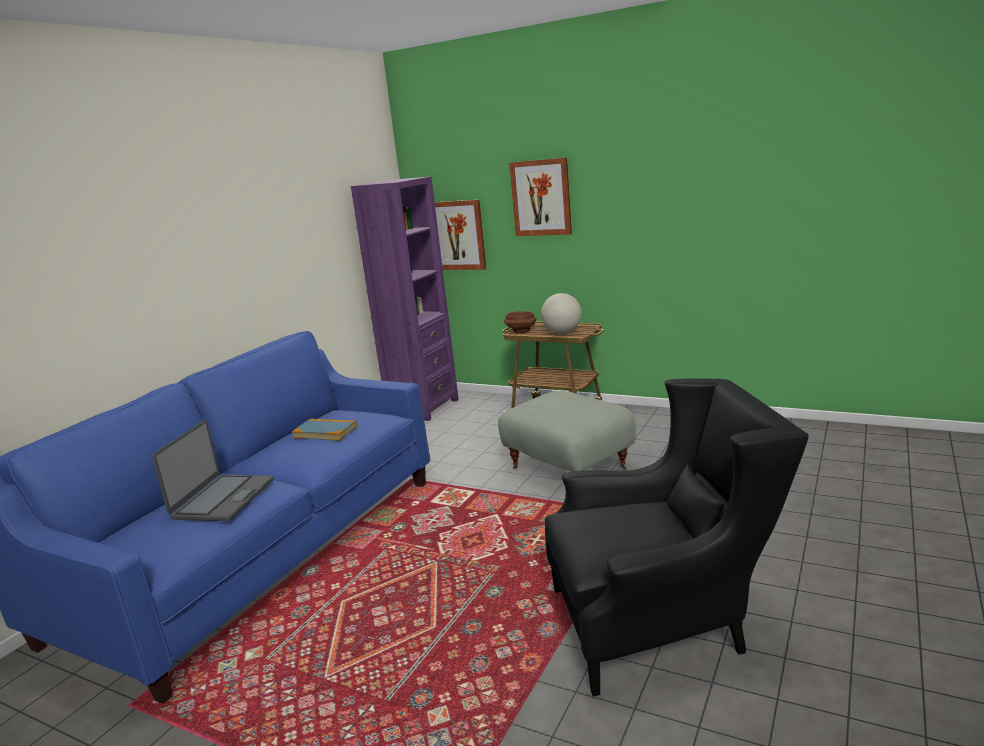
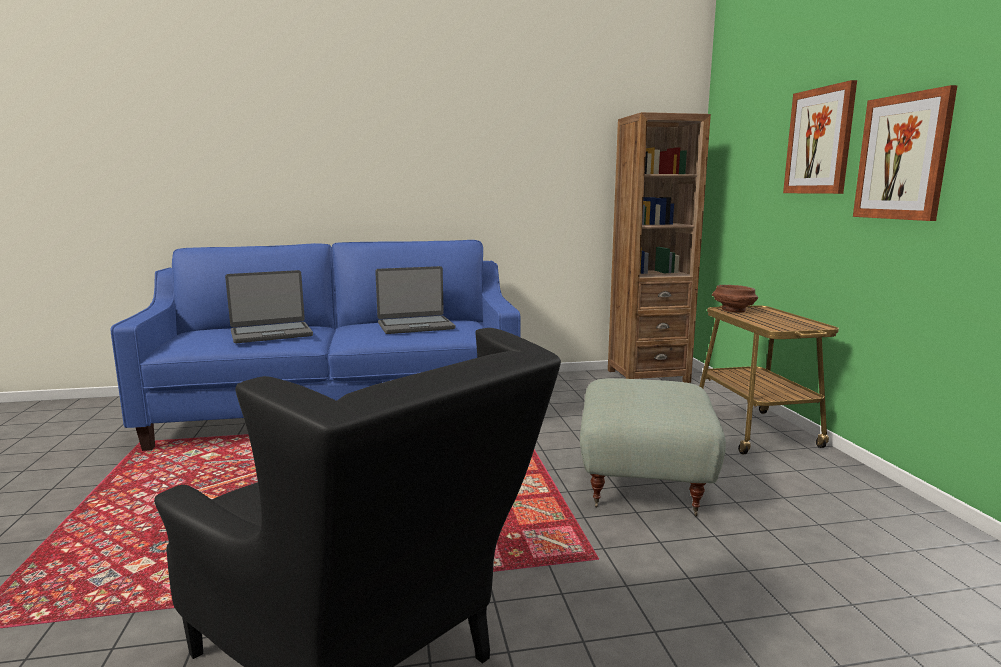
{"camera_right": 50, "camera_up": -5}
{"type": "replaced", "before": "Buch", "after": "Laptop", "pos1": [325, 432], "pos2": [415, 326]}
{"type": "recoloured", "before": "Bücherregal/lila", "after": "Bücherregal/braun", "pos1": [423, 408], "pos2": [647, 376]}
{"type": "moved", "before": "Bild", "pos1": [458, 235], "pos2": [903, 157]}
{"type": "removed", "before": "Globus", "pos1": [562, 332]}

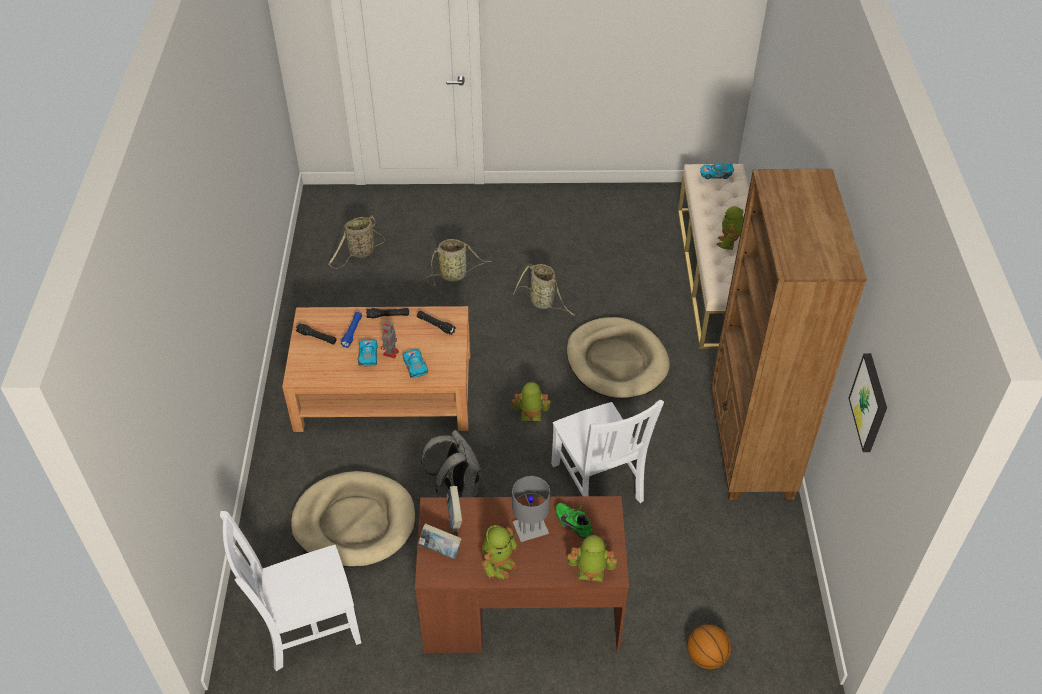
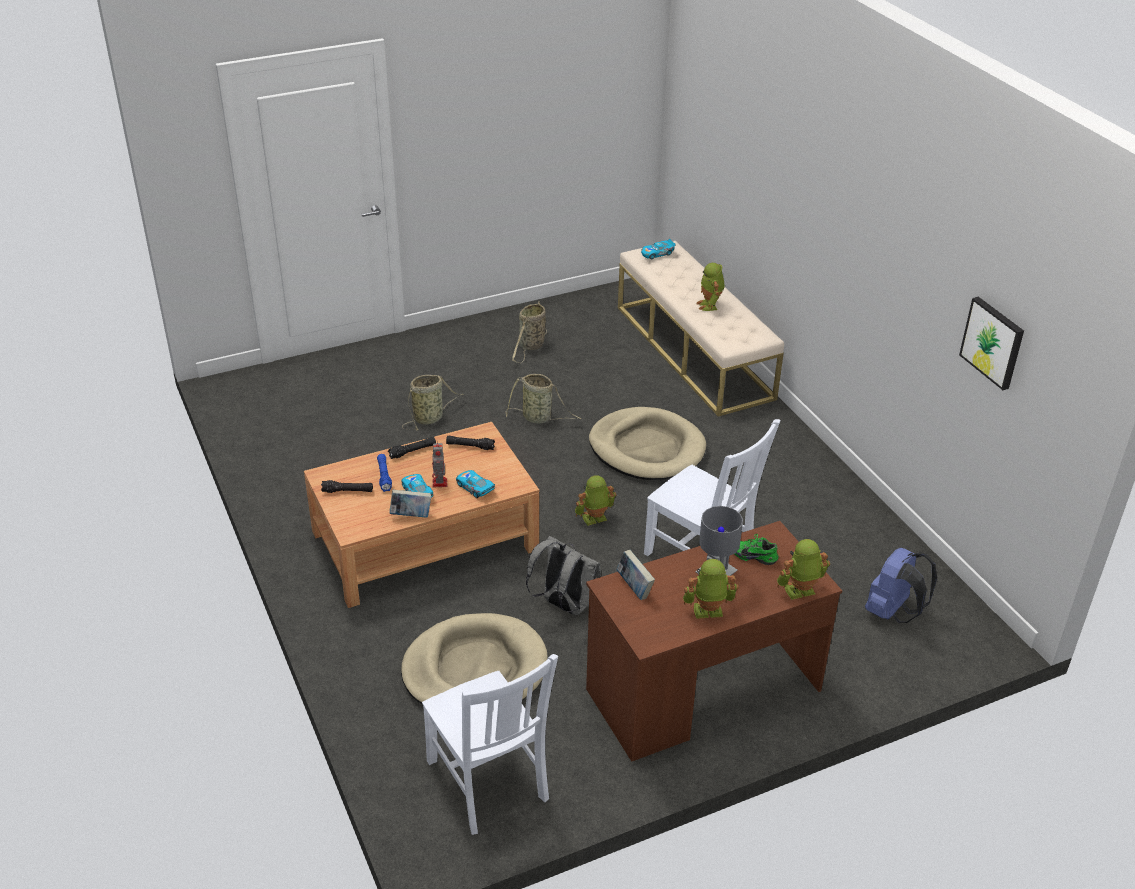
{"camera_right": -25, "camera_up": -10}
{"type": "turned", "before": "Stuhl/weiß", "pos1": [306, 627], "pos2": [489, 783], "turn": -75}
{"type": "moved", "before": "Korb", "pos1": [360, 253], "pos2": [531, 346]}
{"type": "moved", "before": "Buch", "pos1": [440, 550], "pos2": [411, 515]}
{"type": "turned", "before": "Spielzeugroboter", "pos1": [499, 564], "pos2": [708, 612], "turn": -105}
{"type": "removed", "before": "Basketball", "pos1": [706, 657]}
{"type": "removed", "before": "Bücherregal/braun", "pos1": [750, 447]}
{"type": "added", "after": "Rucksack/blau", "pos2": [893, 612]}

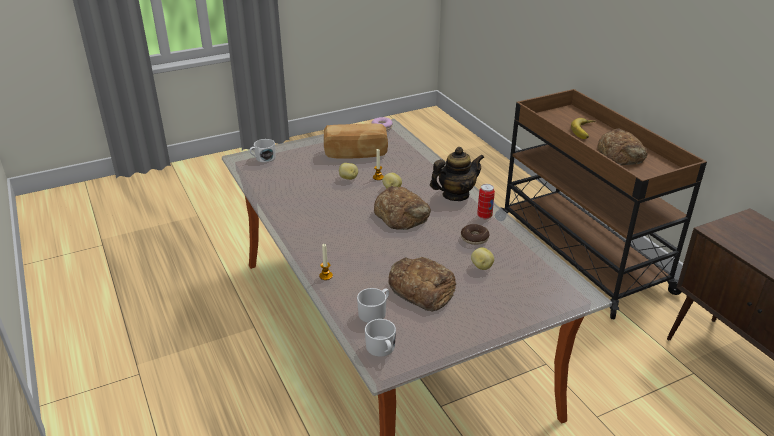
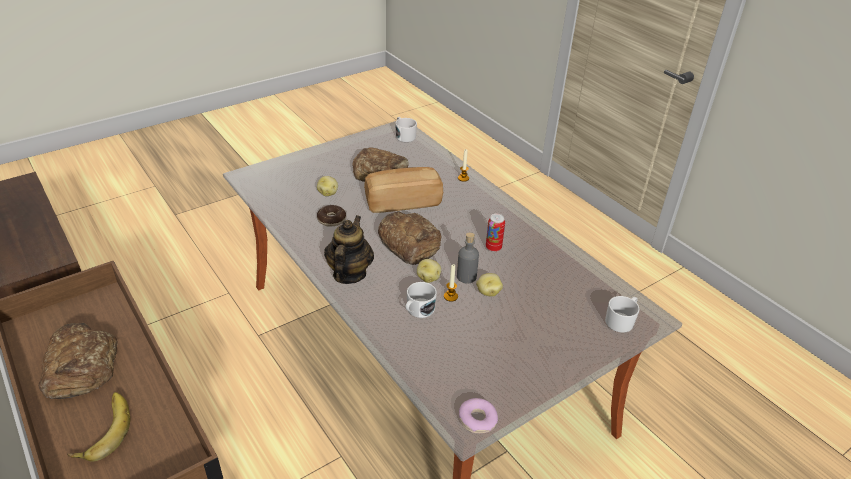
{"camera_right": 170, "camera_up": 5}
{"type": "moved", "before": "Brot", "pos1": [356, 154], "pos2": [403, 201]}
{"type": "moved", "before": "Henkelbecher/weiß", "pos1": [374, 312], "pos2": [418, 310]}
{"type": "turned", "before": "Teekanne", "pos1": [455, 195], "pos2": [349, 274], "turn": 135}
{"type": "moved", "before": "Dose", "pos1": [484, 216], "pos2": [493, 248]}
{"type": "added", "after": "Flasche/grau", "pos2": [466, 277]}

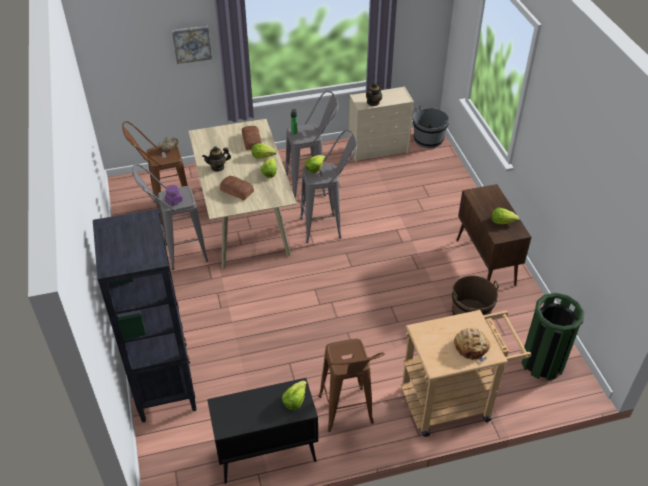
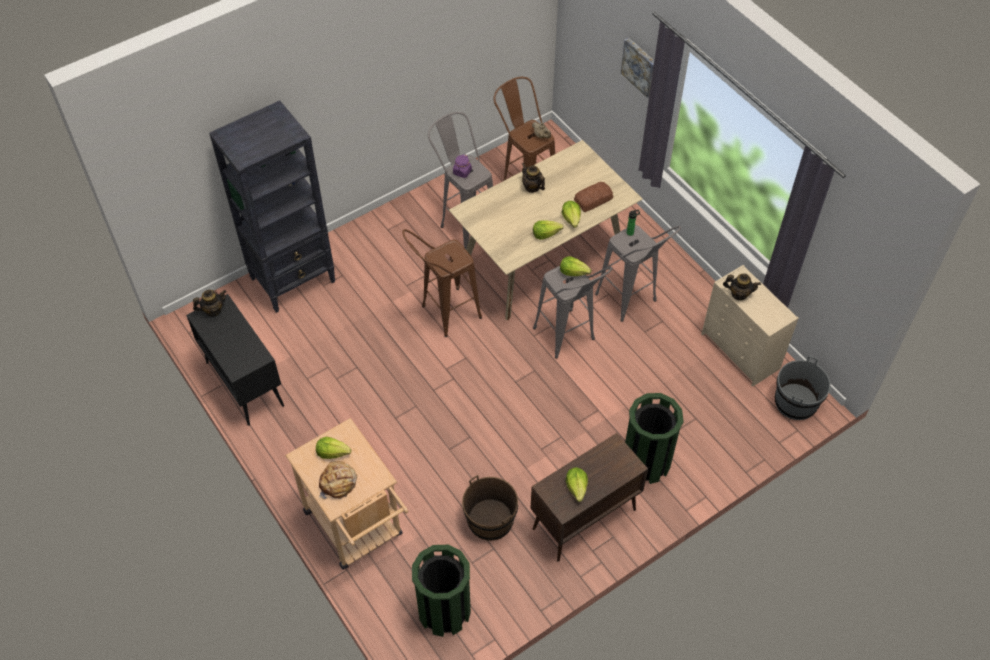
{"camera_right": 70, "camera_up": 10}
{"type": "removed", "before": "Brot", "pos1": [237, 190]}
{"type": "moved", "before": "Salatkopf", "pos1": [294, 400], "pos2": [333, 452]}
{"type": "moved", "before": "Hocker/braun", "pos1": [348, 417], "pos2": [443, 316]}
{"type": "added", "after": "Teekanne", "pos2": [213, 310]}
{"type": "added", "after": "Mülleimer/grün", "pos2": [646, 462]}

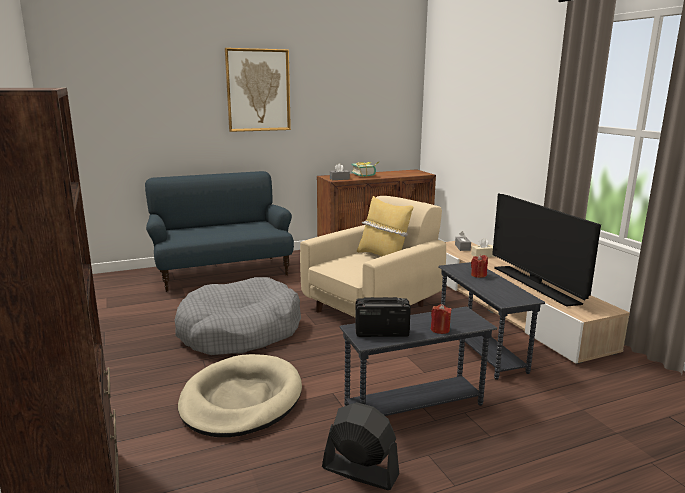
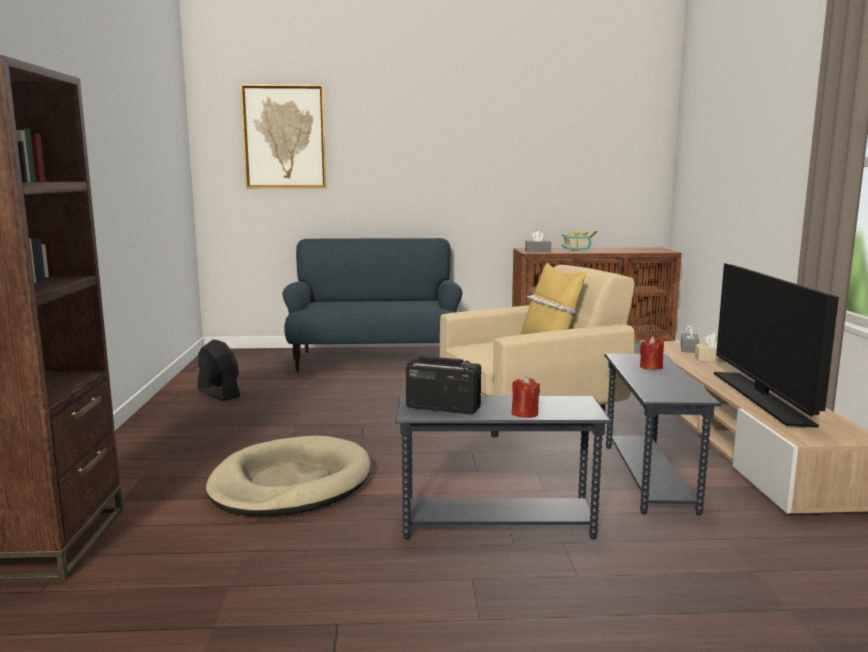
{"camera_right": 20, "camera_up": -5}
{"type": "removed", "before": "Hundebett/grau", "pos1": [239, 331]}
{"type": "moved", "before": "Bild", "pos1": [258, 90], "pos2": [284, 137]}
{"type": "moved", "before": "Ventilator/schwarz", "pos1": [360, 471], "pos2": [218, 393]}

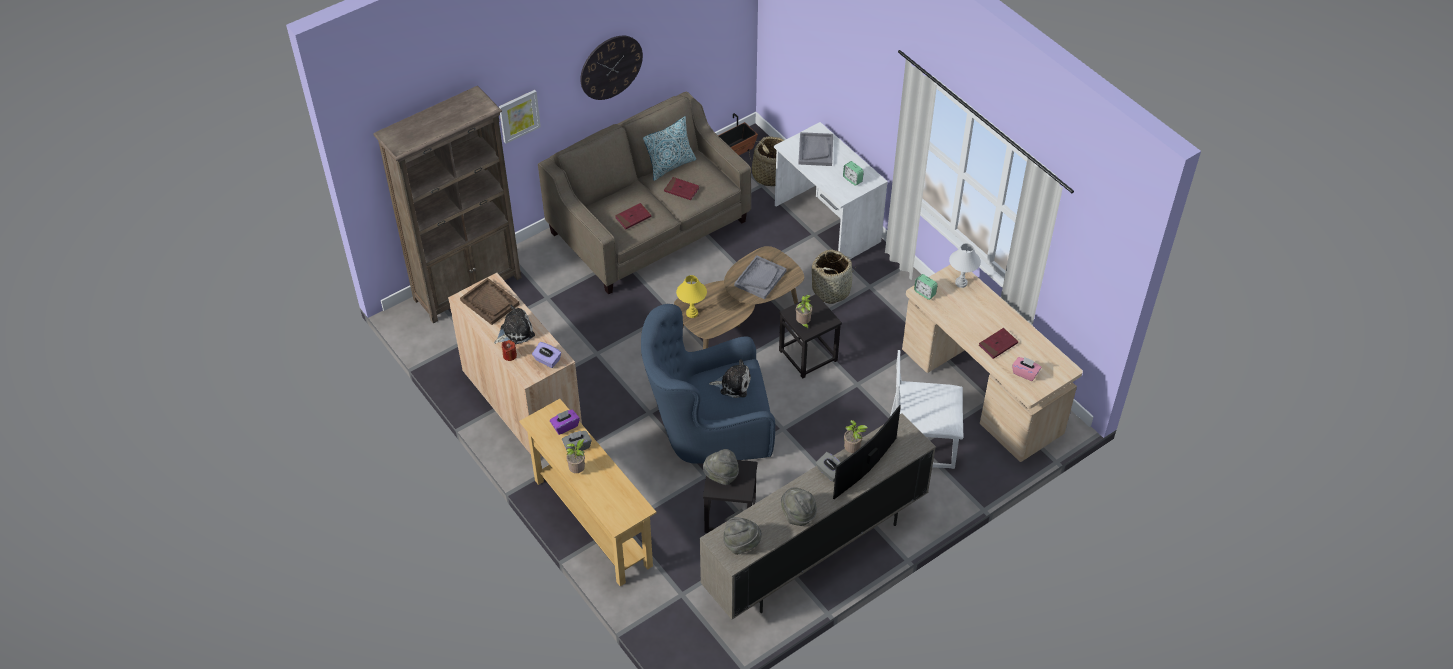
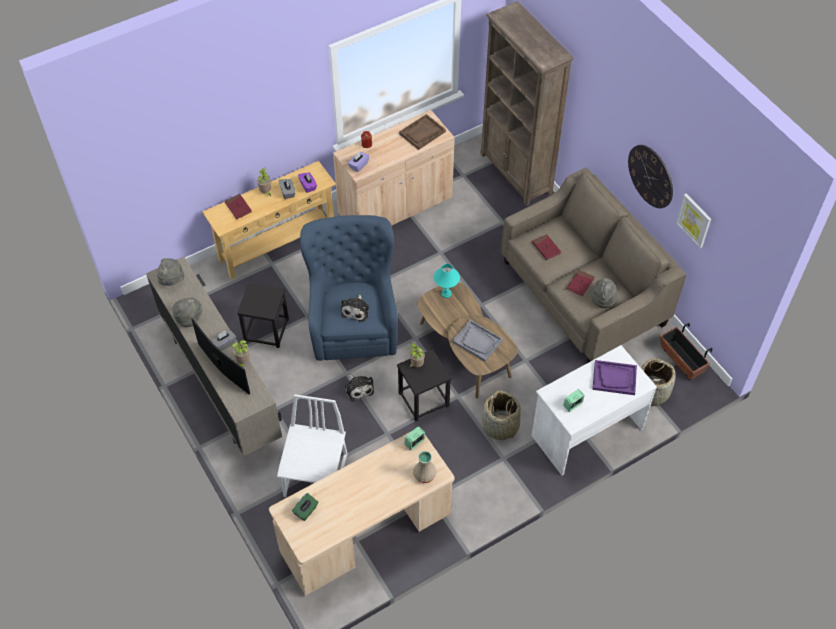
{"camera_right": 95, "camera_up": 5}
{"type": "moved", "before": "Plüschtier", "pos1": [515, 332], "pos2": [358, 388]}
{"type": "moved", "before": "Bild", "pos1": [519, 115], "pos2": [694, 220]}
{"type": "removed", "before": "Kissen", "pos1": [670, 166]}
{"type": "recoloured", "before": "Tischlampe/gelb", "after": "Tischlampe/türkis", "pos1": [691, 313], "pos2": [446, 293]}
{"type": "moved", "before": "Hut/grau", "pos1": [721, 476], "pos2": [603, 299]}
{"type": "recoloured", "before": "Tablett/grau", "after": "Tablett/lila", "pos1": [815, 150], "pos2": [614, 378]}
{"type": "replaced", "before": "Tischlampe/weiß", "after": "Vase/beige", "pos1": [961, 283], "pos2": [424, 475]}
{"type": "moved", "before": "Buch/rot", "pos1": [998, 344], "pos2": [238, 207]}
{"type": "recoloured", "before": "Taschentuchbox/rosa", "after": "Taschentuchbox/grün", "pos1": [1025, 373], "pos2": [306, 511]}

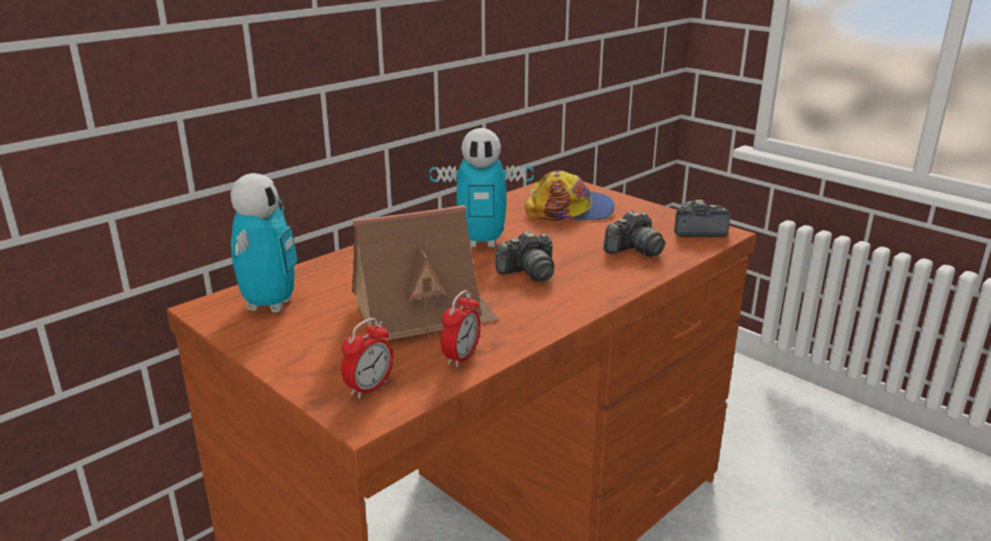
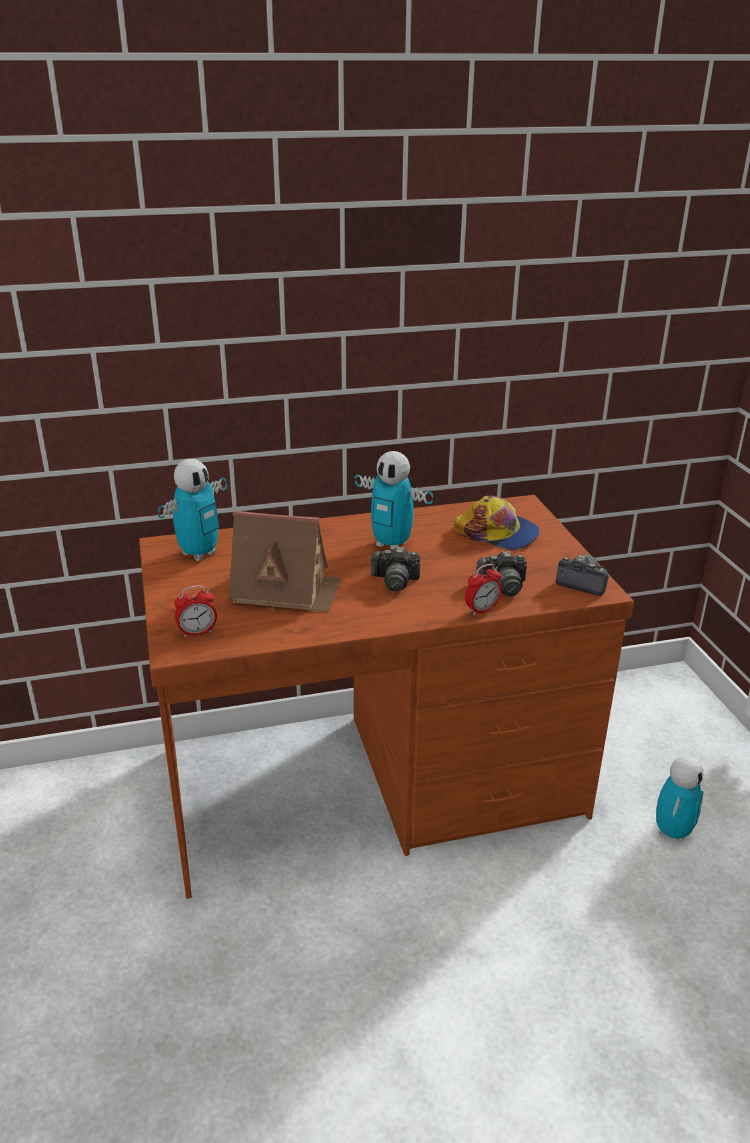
{"camera_right": 30, "camera_up": 5}
{"type": "moved", "before": "Wecker", "pos1": [461, 357], "pos2": [482, 610]}
{"type": "added", "after": "Spielzeugroboter", "pos2": [672, 832]}

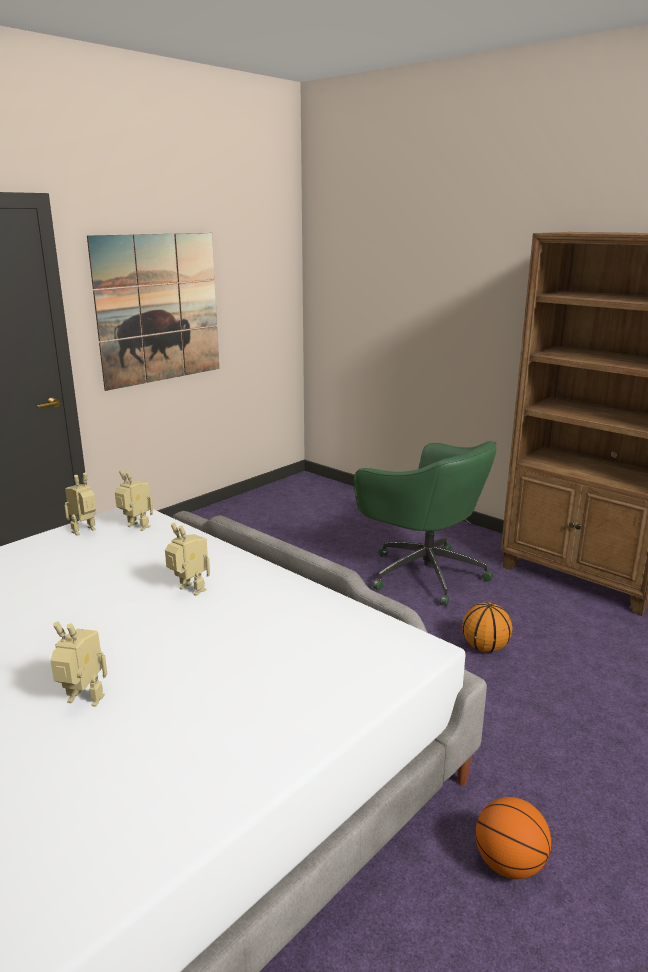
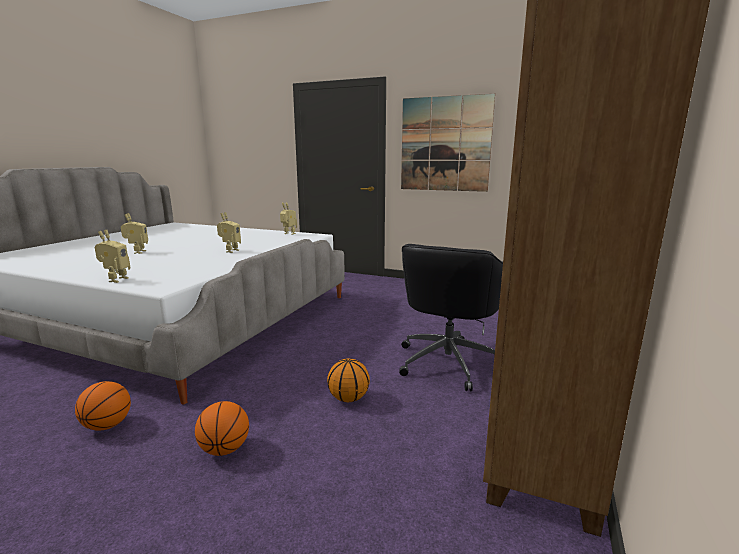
{"camera_right": 70, "camera_up": -5}
{"type": "moved", "before": "Spielzeugroboter", "pos1": [136, 528], "pos2": [116, 280]}
{"type": "recoloured", "before": "Bürostuhl/grün", "after": "Bürostuhl/schwarz", "pos1": [423, 573], "pos2": [448, 361]}
{"type": "added", "after": "Basketball", "pos2": [225, 449]}

